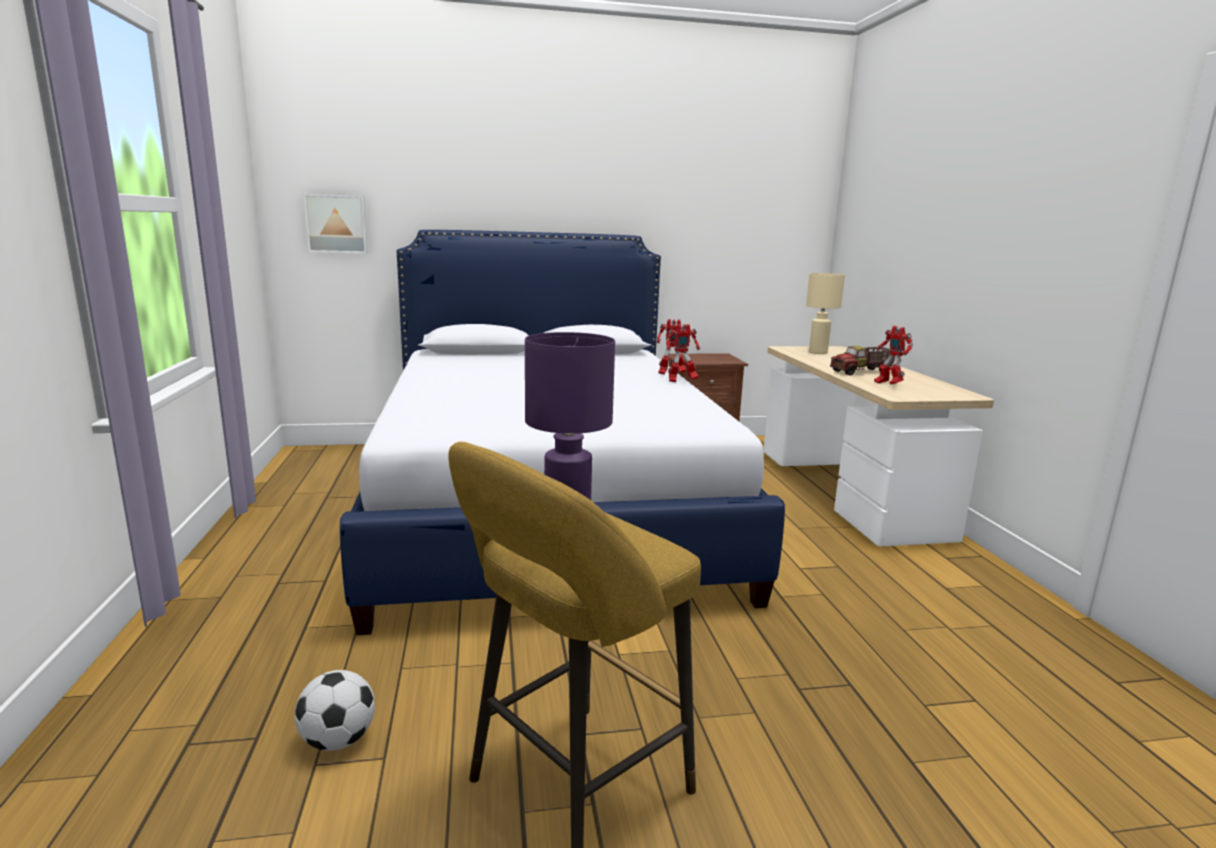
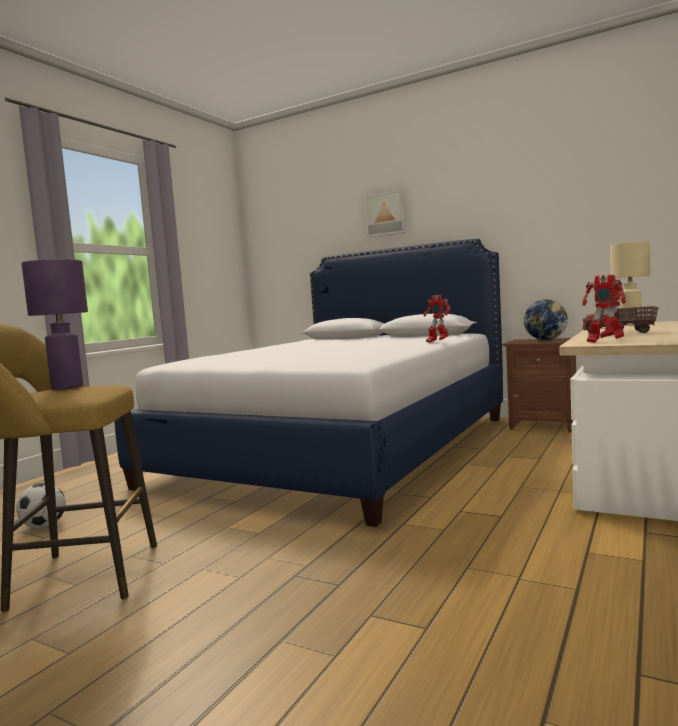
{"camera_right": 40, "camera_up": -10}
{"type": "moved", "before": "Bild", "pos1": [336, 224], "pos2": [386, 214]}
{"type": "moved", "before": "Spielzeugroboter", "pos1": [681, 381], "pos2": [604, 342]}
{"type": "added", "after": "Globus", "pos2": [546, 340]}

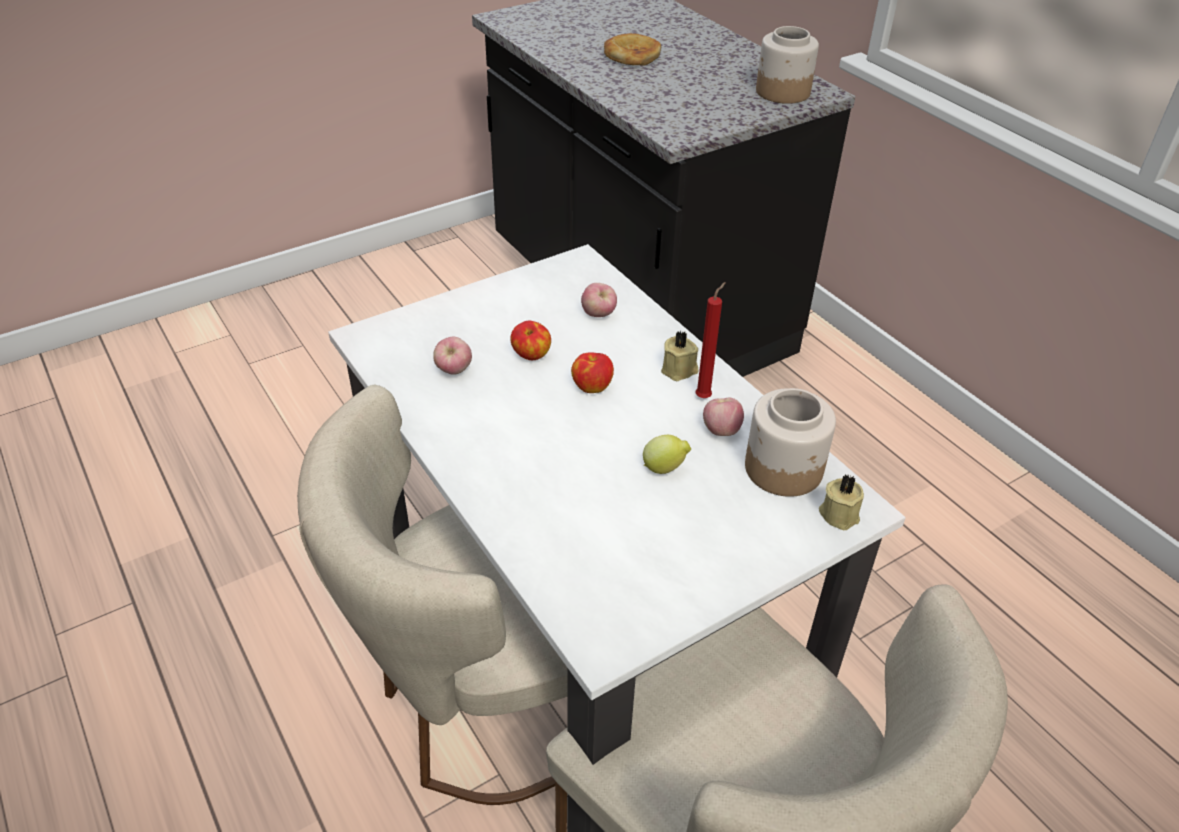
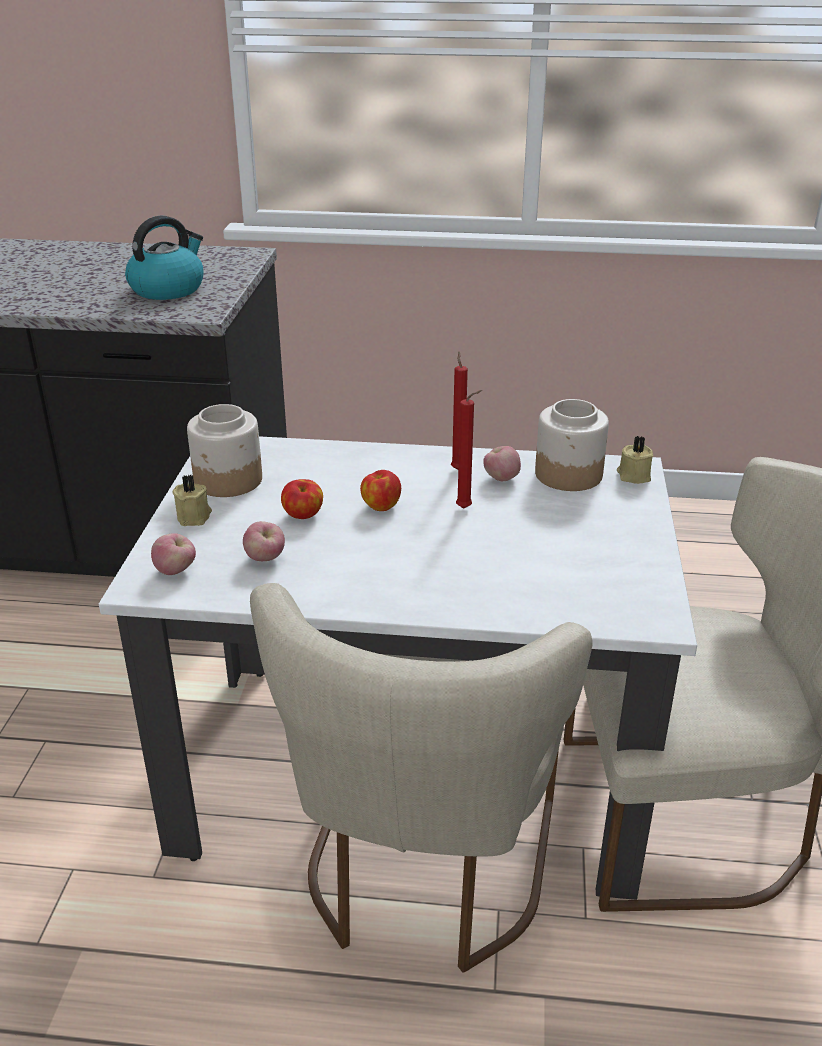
{"camera_right": -50, "camera_up": -10}
{"type": "moved", "before": "Apfel", "pos1": [598, 315], "pos2": [176, 571]}
{"type": "removed", "before": "Brot", "pos1": [632, 54]}
{"type": "removed", "before": "Zitrone", "pos1": [665, 468]}
{"type": "moved", "before": "Kerze/beige", "pos1": [680, 370], "pos2": [195, 517]}
{"type": "moved", "before": "Vorratsglas", "pos1": [782, 92], "pos2": [228, 481]}
{"type": "added", "after": "Wasserkessel", "pos2": [168, 289]}
{"type": "added", "after": "Kerze/rot", "pos2": [466, 508]}

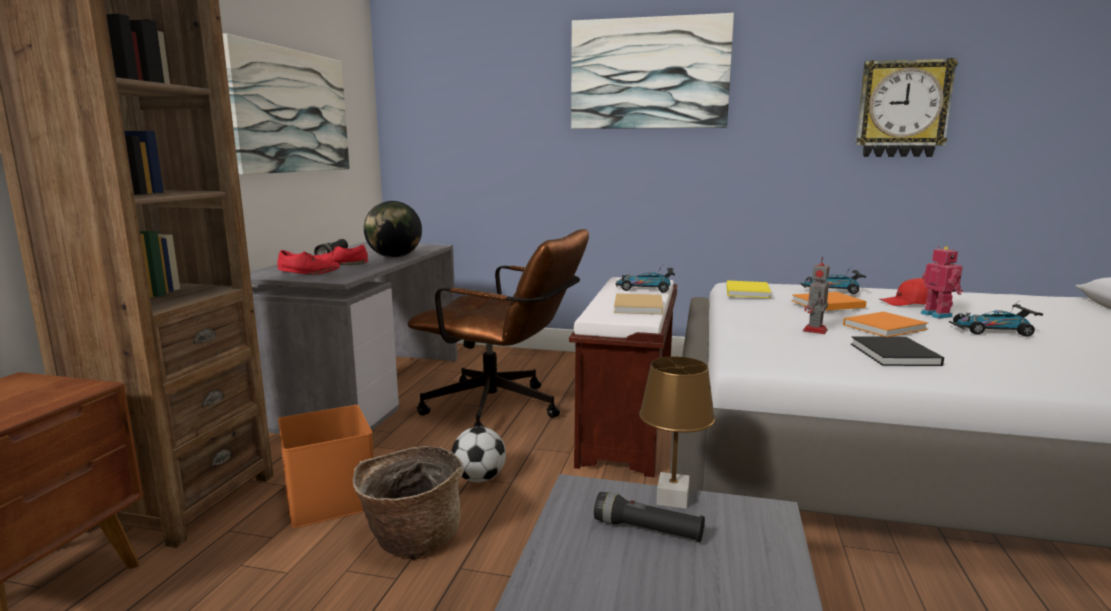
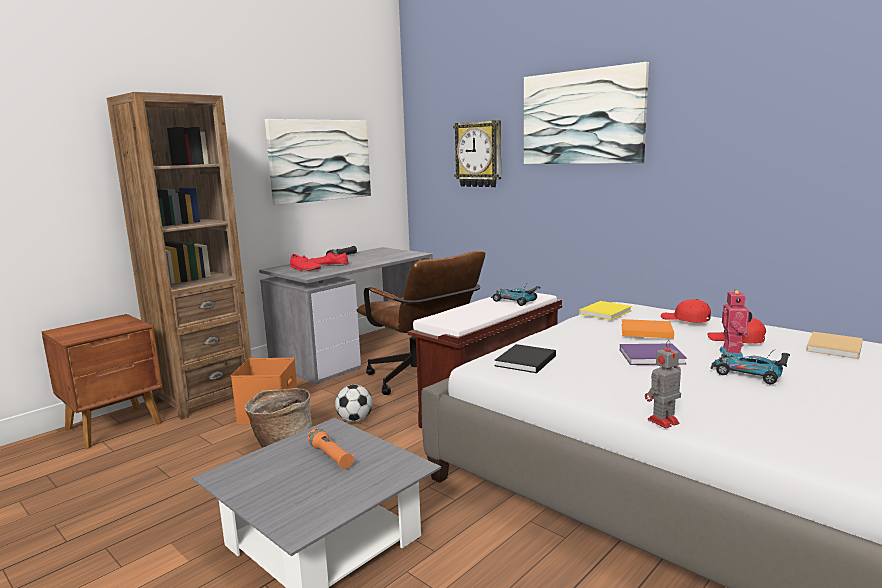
{"camera_right": 30, "camera_up": 0}
{"type": "removed", "before": "Globus", "pos1": [394, 257]}
{"type": "recoloured", "before": "Taschenlampe/schwarz", "after": "Taschenlampe/orange", "pos1": [647, 530], "pos2": [330, 456]}
{"type": "moved", "before": "Buch/beige", "pos1": [638, 307], "pos2": [834, 348]}
{"type": "removed", "before": "Tischlampe/braun", "pos1": [673, 499]}
{"type": "replaced", "before": "Spielzeugauto", "after": "Kappe/rot", "pos1": [831, 290], "pos2": [685, 319]}
{"type": "moved", "before": "Spielzeugroboter", "pos1": [814, 331], "pos2": [662, 422]}
{"type": "recoloured", "before": "Buch/orange", "after": "Buch/lila", "pos1": [886, 327], "pos2": [653, 357]}
{"type": "moved", "before": "Buch/schwarz", "pos1": [895, 355], "pos2": [525, 361]}
{"type": "moved", "before": "Wanduhr", "pos1": [902, 109], "pos2": [479, 154]}

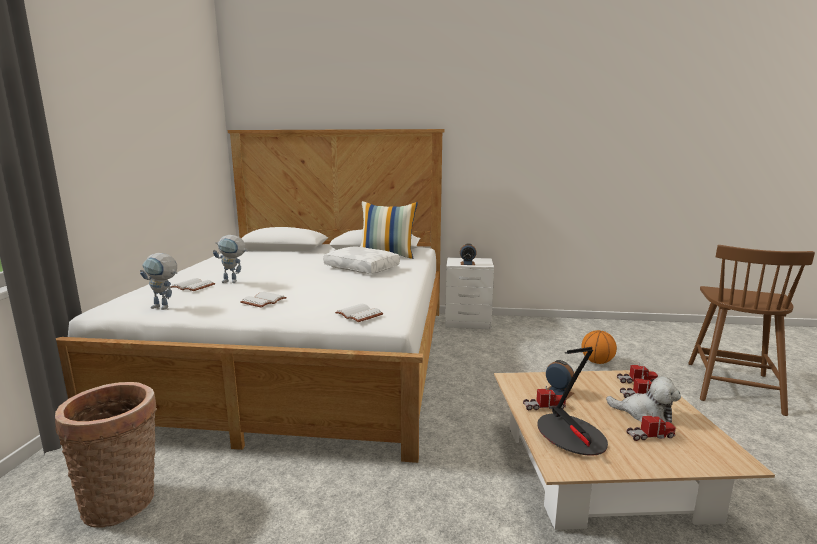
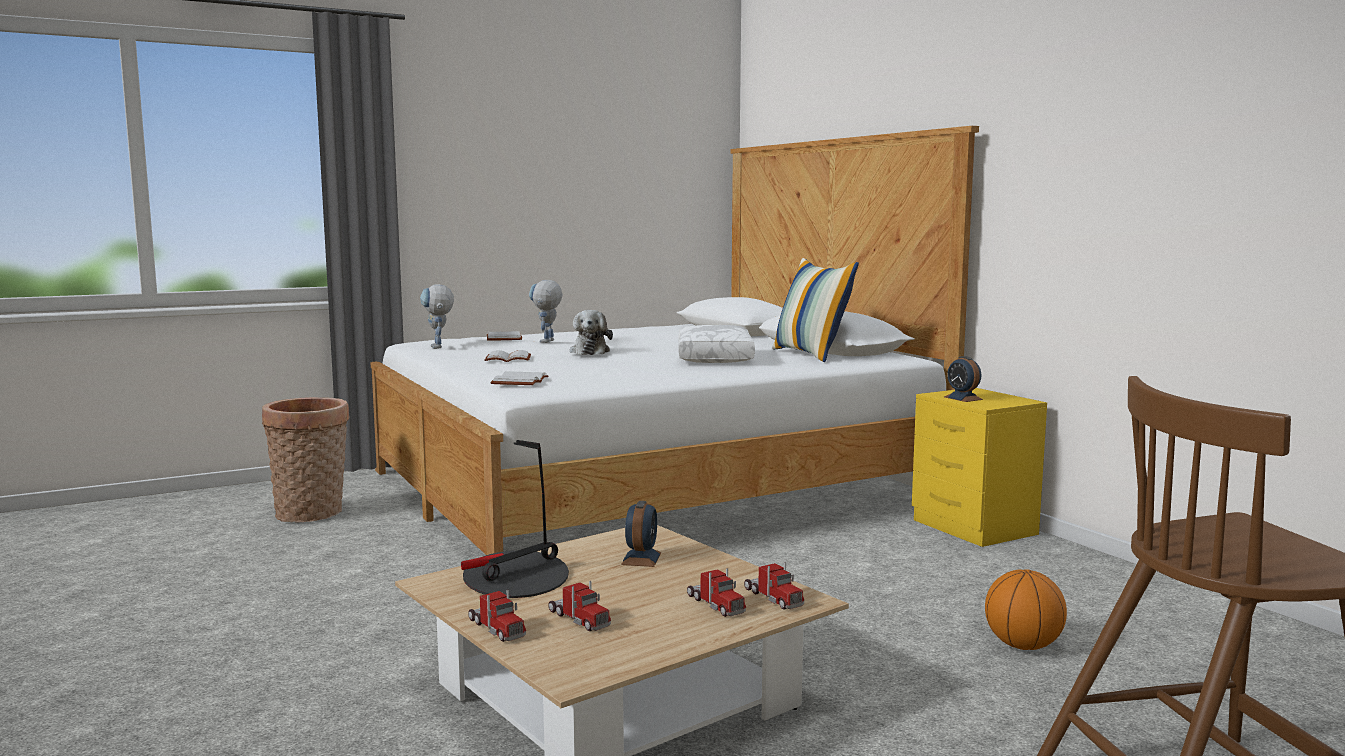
{"camera_right": 55, "camera_up": -5}
{"type": "turned", "before": "Spielzeugroboter", "pos1": [234, 281], "pos2": [547, 342], "turn": 45}
{"type": "recoloured", "before": "Nachttisch/weiß", "after": "Nachttisch/gelb", "pos1": [468, 322], "pos2": [974, 528]}
{"type": "moved", "before": "Spielzeuglaster", "pos1": [544, 407], "pos2": [496, 628]}
{"type": "moved", "before": "Plüschtier", "pos1": [644, 414], "pos2": [590, 351]}

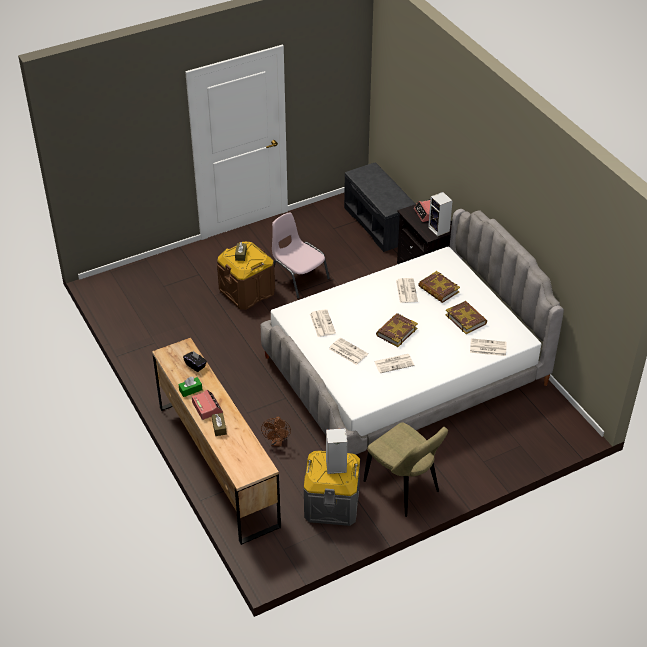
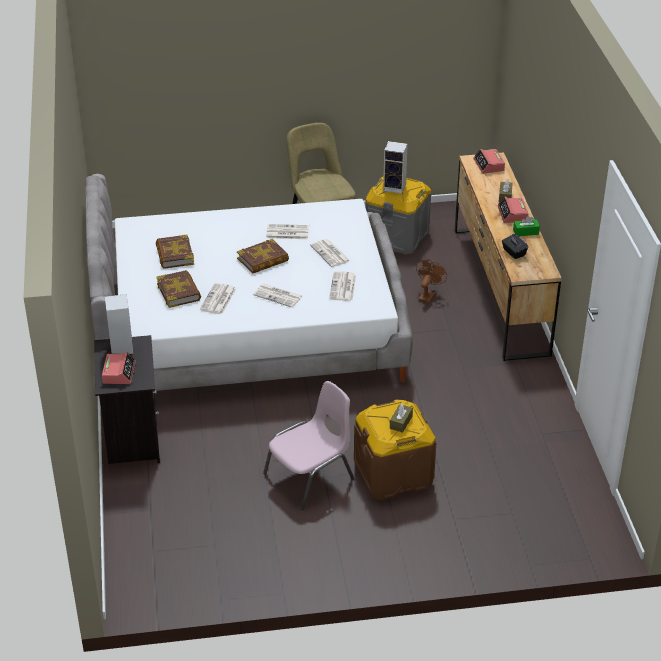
{"camera_right": -160, "camera_up": -5}
{"type": "turned", "before": "Stuhl/rosa", "pos1": [298, 277], "pos2": [311, 476], "turn": -105}
{"type": "removed", "before": "Bank/grau", "pos1": [380, 224]}
{"type": "moved", "before": "Zeitung", "pos1": [487, 348], "pos2": [278, 296]}
{"type": "added", "after": "Wecker", "pos2": [489, 165]}

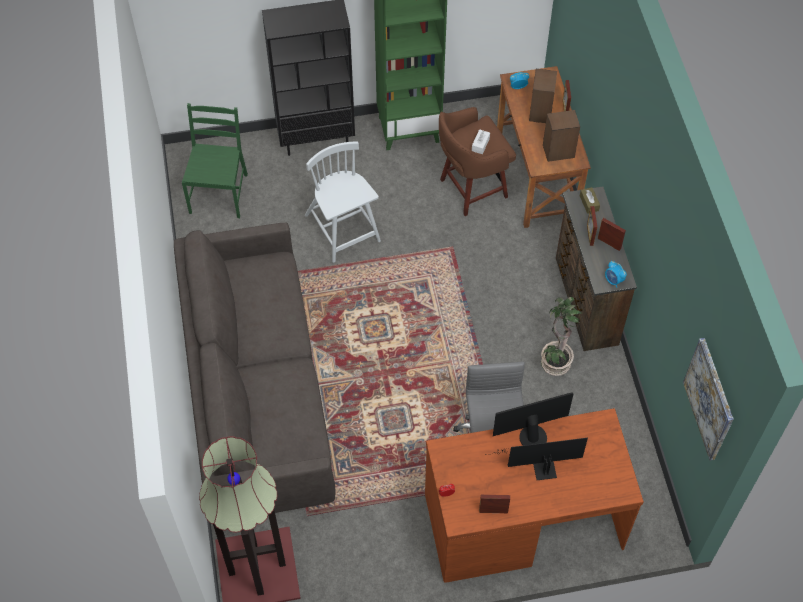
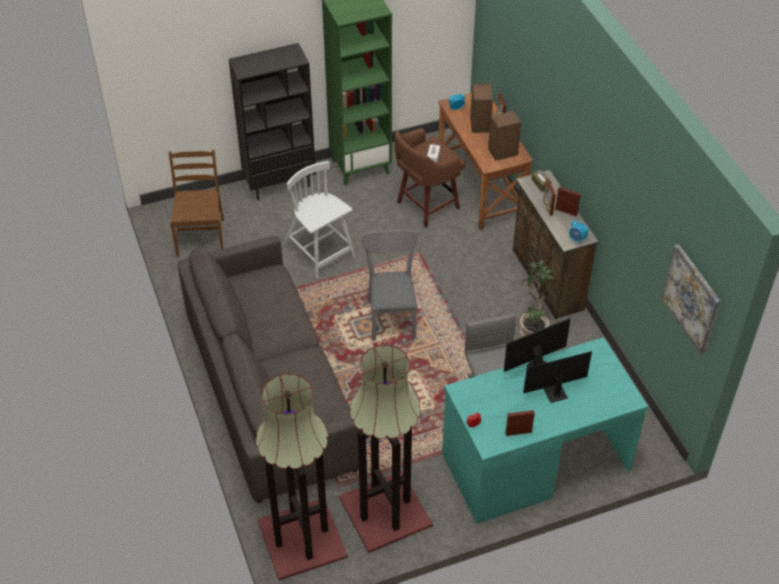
{"camera_right": -10, "camera_up": -10}
{"type": "recoloured", "before": "Stuhl/grün", "after": "Stuhl/braun", "pos1": [219, 193], "pos2": [201, 237]}
{"type": "recoloured", "before": "Schreibtisch/braun", "after": "Schreibtisch/türkis", "pos1": [522, 520], "pos2": [534, 461]}
{"type": "added", "after": "Stehlampe", "pos2": [386, 510]}
{"type": "added", "after": "Stuhl/grau", "pos2": [391, 315]}

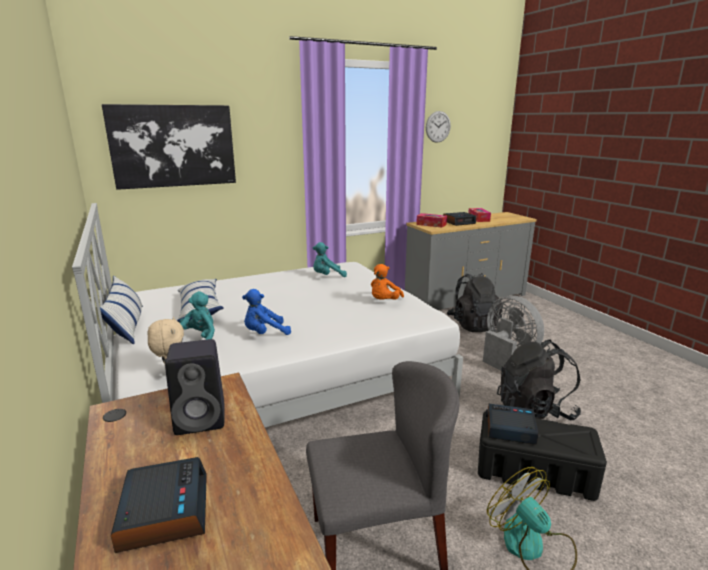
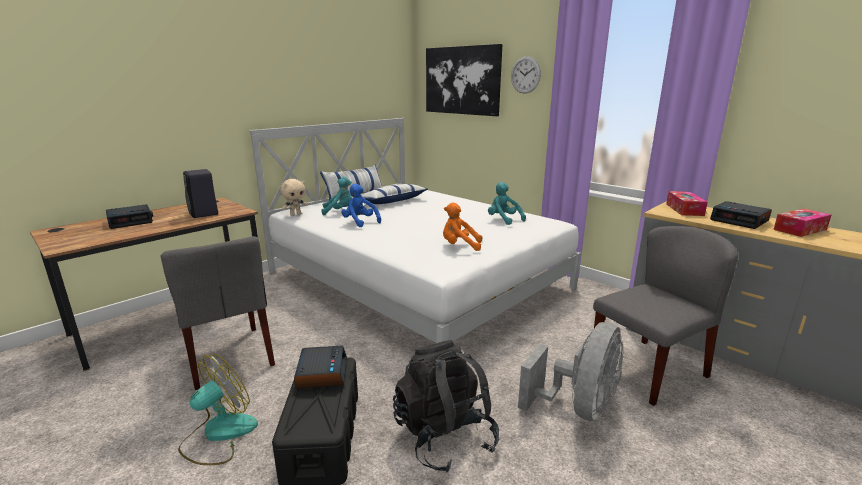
{"camera_right": 70, "camera_up": 0}
{"type": "moved", "before": "Wanduhr", "pos1": [438, 126], "pos2": [525, 75]}
{"type": "replaced", "before": "Rucksack/schwarz", "after": "Stuhl/grau", "pos1": [473, 325], "pos2": [648, 369]}

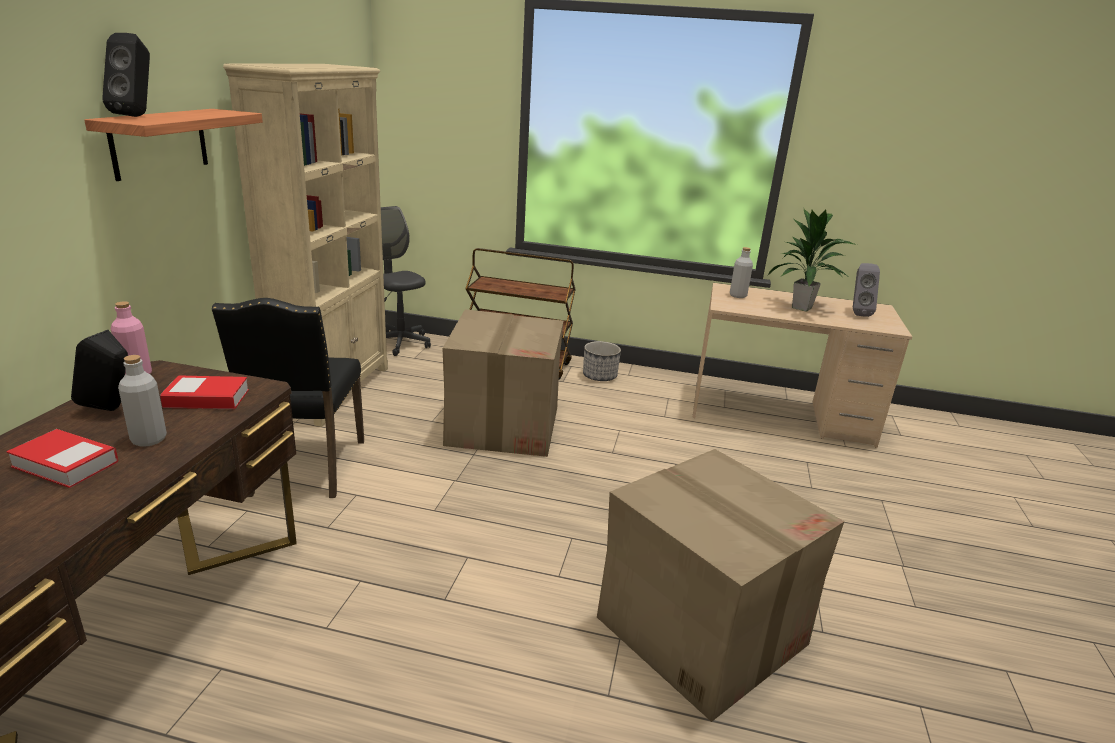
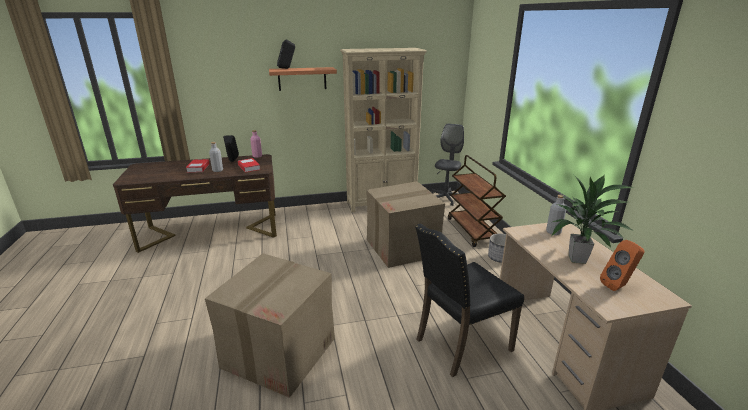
{"camera_right": 65, "camera_up": 0}
{"type": "moved", "before": "Stuhl/schwarz", "pos1": [304, 468], "pos2": [460, 344]}
{"type": "recoloured", "before": "Lautsprecher/grau", "after": "Lautsprecher/orange", "pos1": [857, 313], "pos2": [618, 286]}

